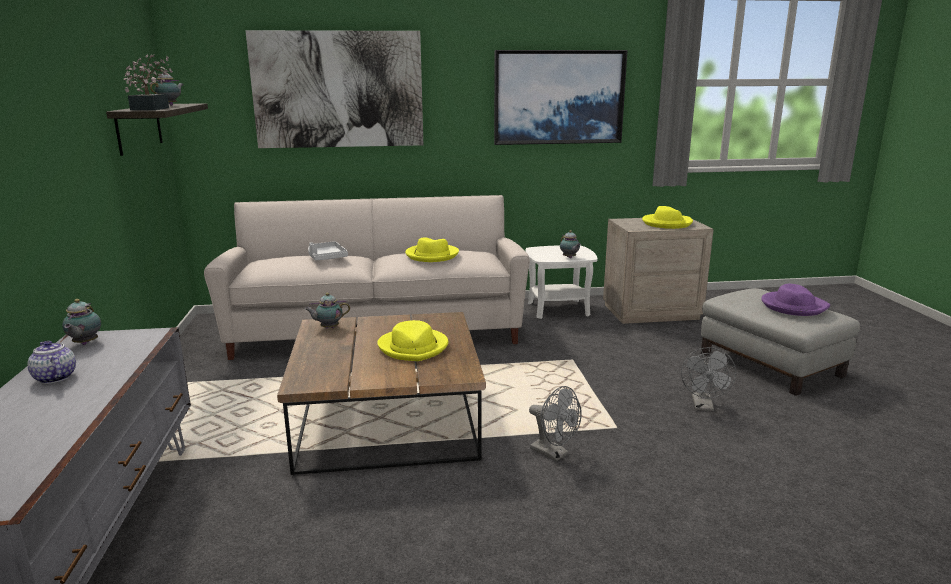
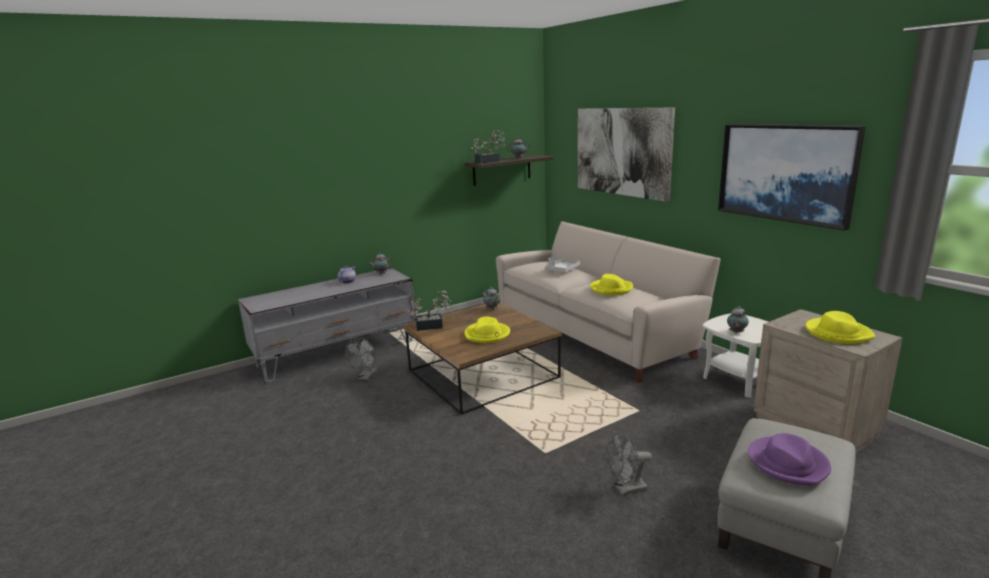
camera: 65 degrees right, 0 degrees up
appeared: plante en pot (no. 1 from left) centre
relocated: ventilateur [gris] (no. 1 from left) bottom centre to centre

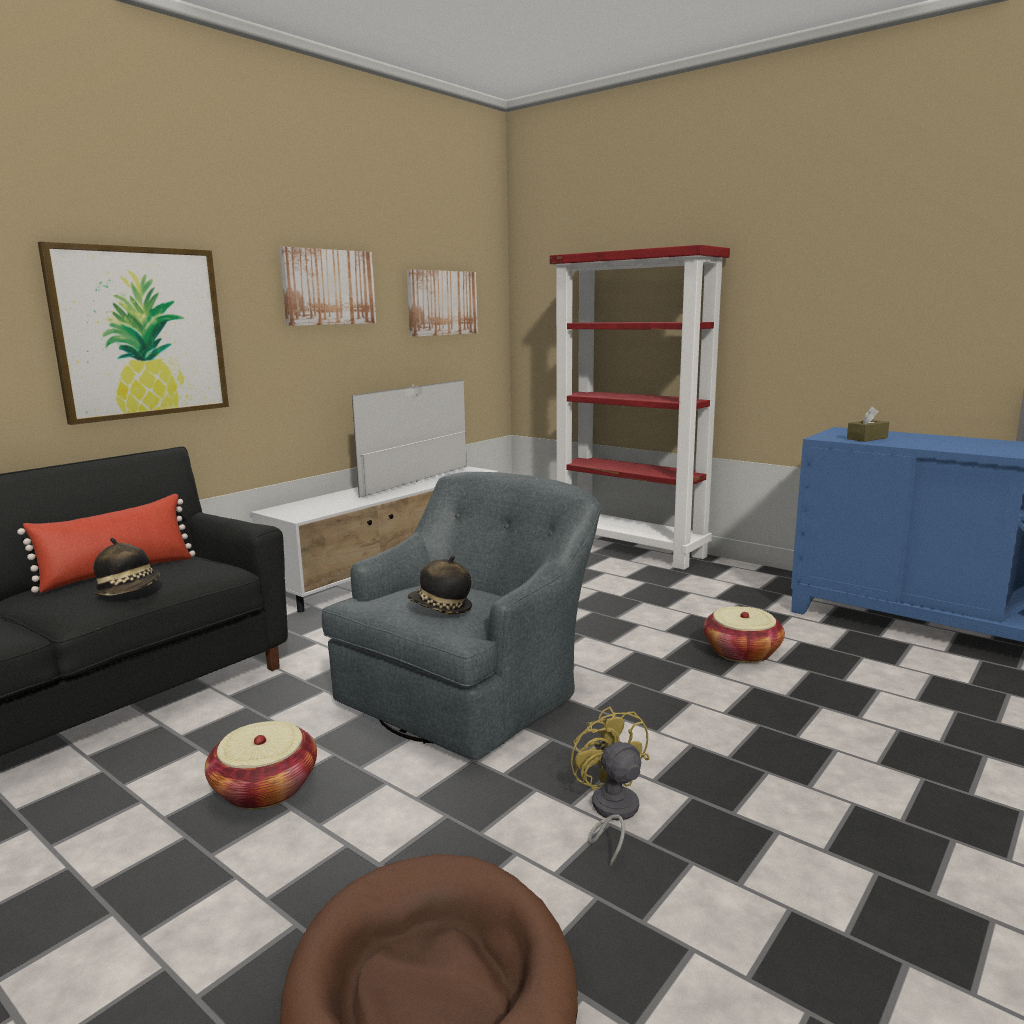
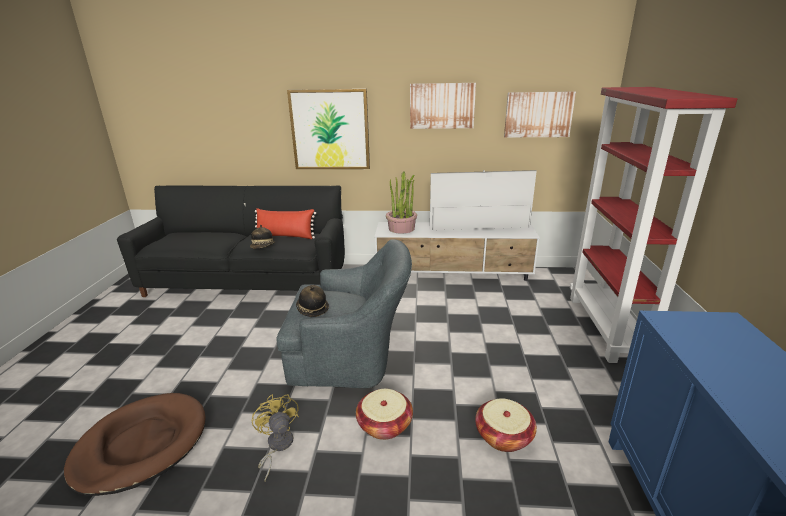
camera: 55 degrees right, 10 degrees up
missing: boîte à mouchoirs [marron] middle right
appeared: plante en pot centre
relocated: panier (no. 1 from left) bottom left to bottom centre
spun: ventilateur [jaune] bottom centre = bottom centre 60 degrees counterclockwise

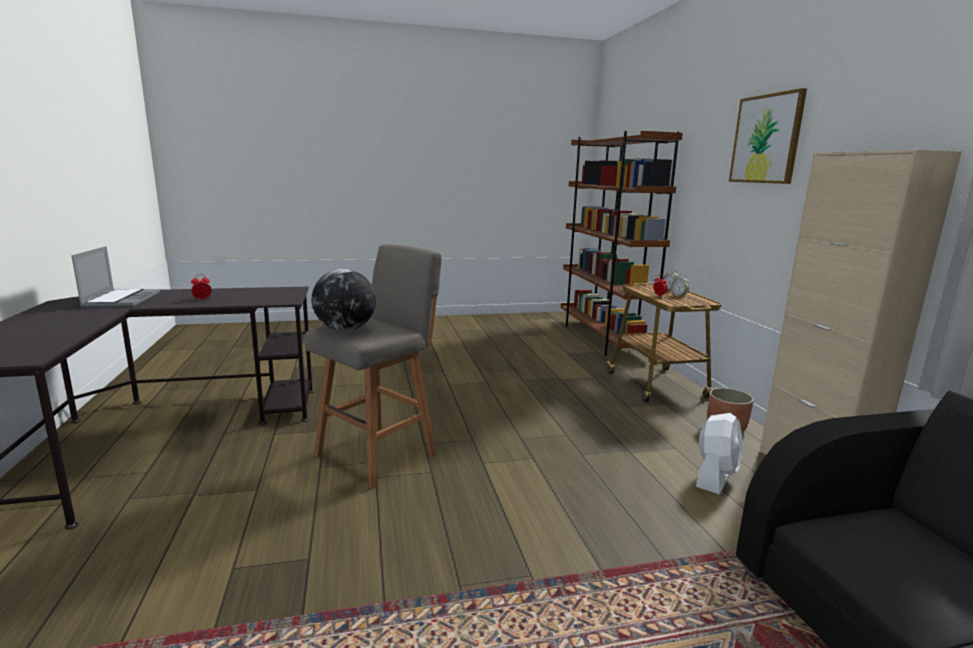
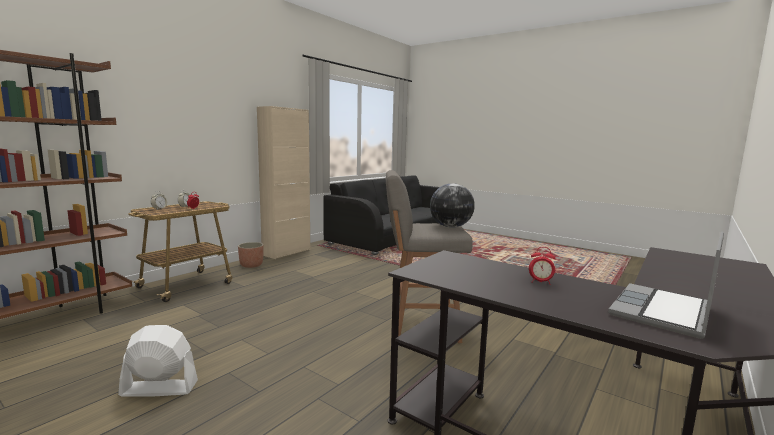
camera: 130 degrees left, 5 degrees down
missing: tableau top right
relocated: ventilateur [blanc] bottom right to bottom left

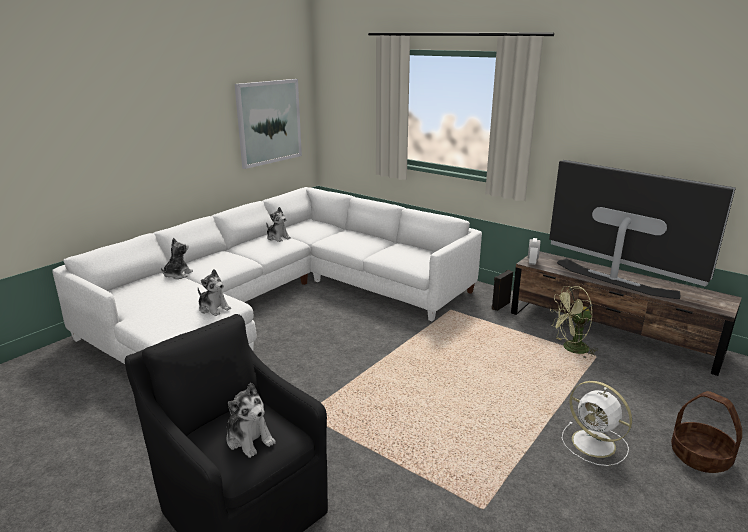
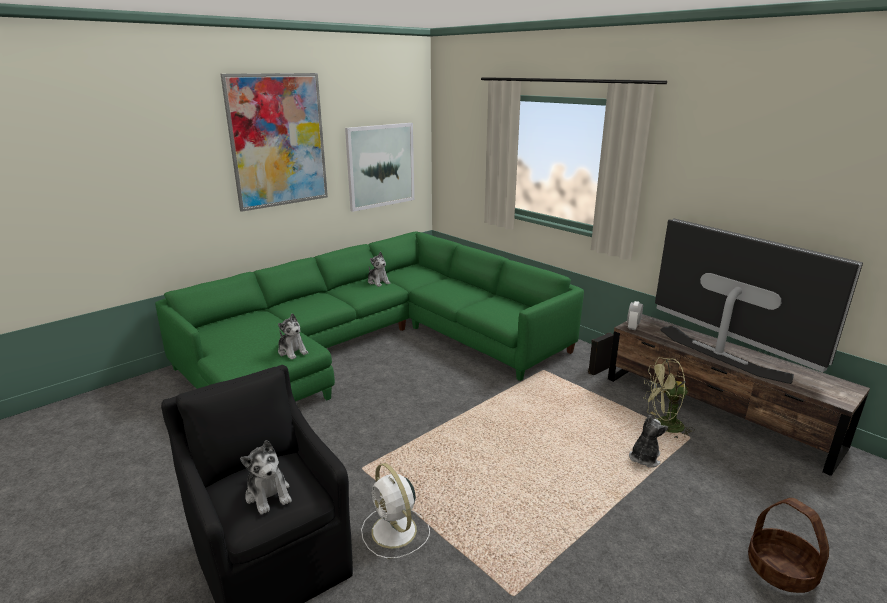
camera: 10 degrees right, 0 degrees up
appeared: tableau (no. 1 from left) top left
relocated: peluche (no. 1 from left in the first image) middle left to peluche (no. 4 from left) bottom right; ventilateur [blanc] bottom right to bottom centre
colour: canapé [blanc] centre to canapé [vert] centre

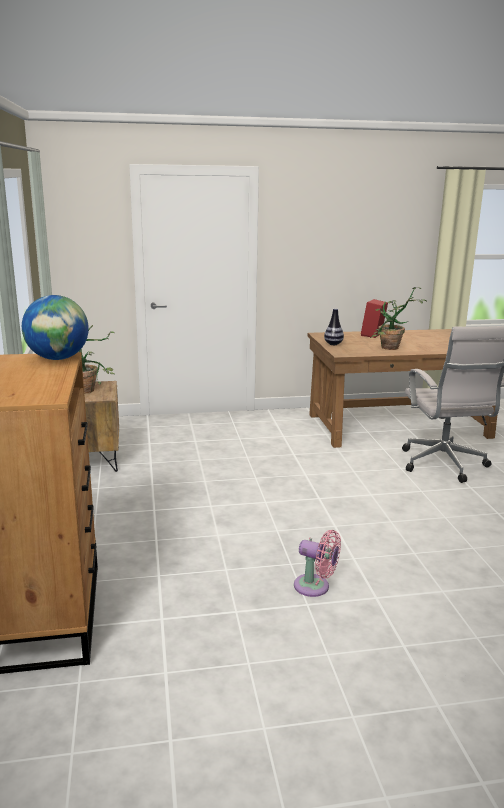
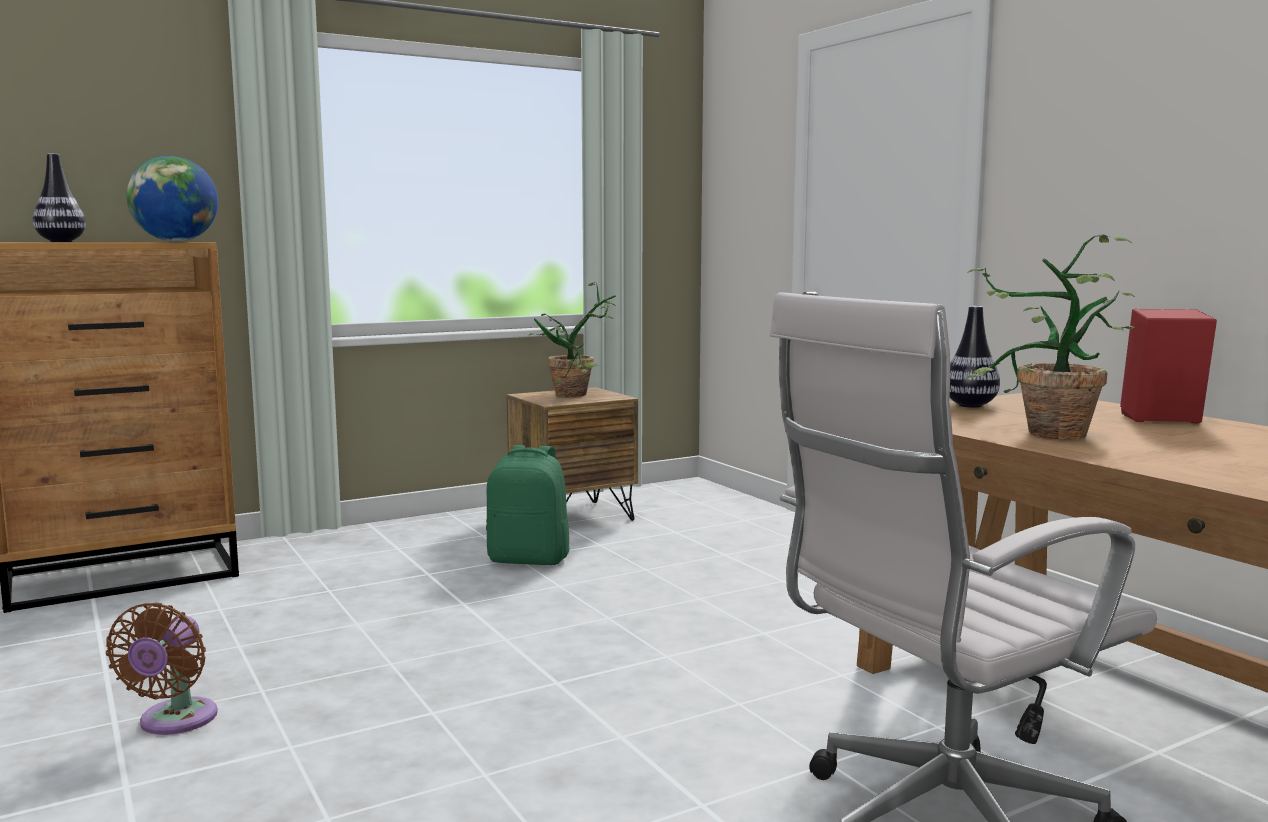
camera: 70 degrees right, 10 degrees down
appeared: vase (no. 1 from left) top left; sac à dos [vert] centre
colour: ventilateur [rose] bottom centre to ventilateur [marron] bottom left

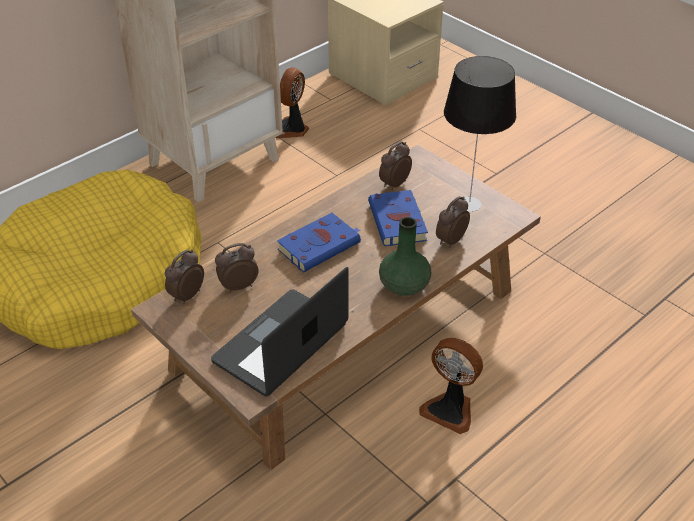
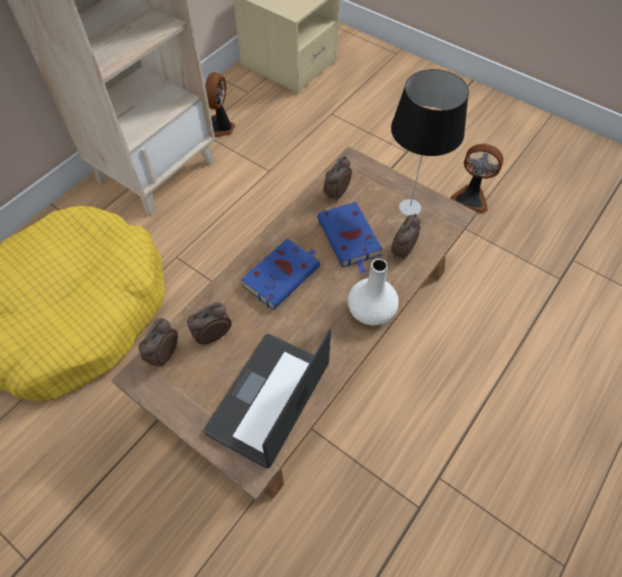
camera: 10 degrees left, 15 degrees up
relocated: ventilateur (no. 2 from left) bottom centre to top right
colour: vase [vert] centre to vase [blanc] centre

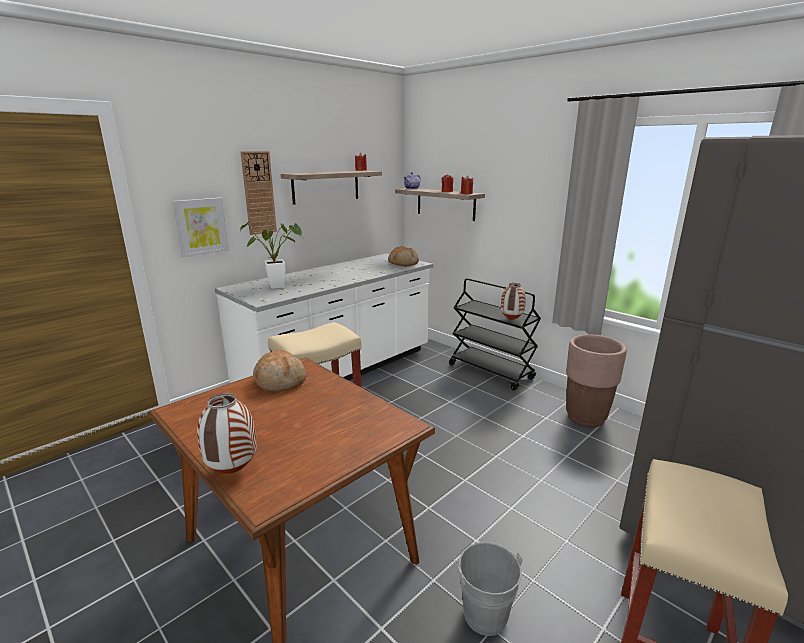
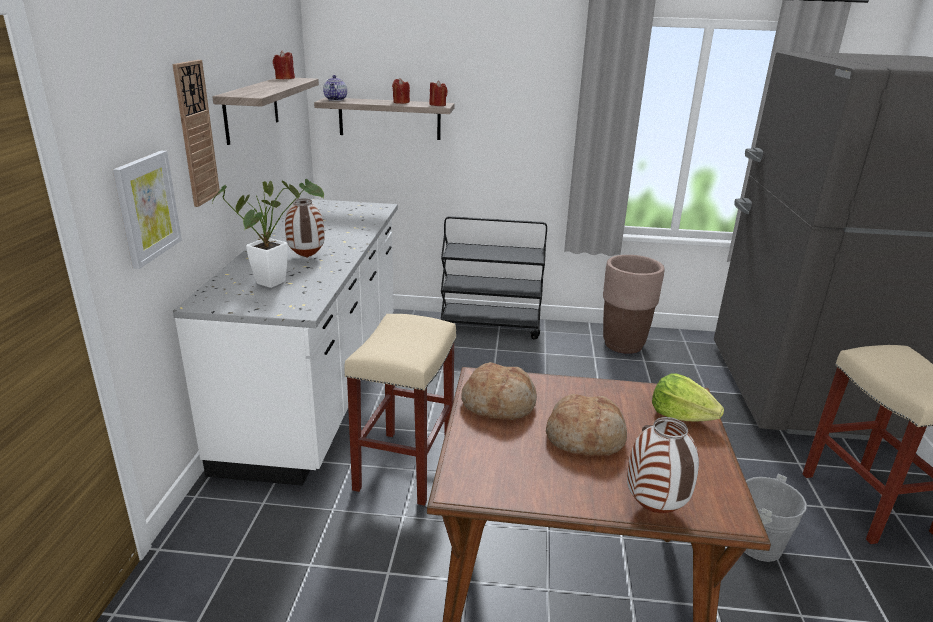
camera: 40 degrees left, 5 degrees up
appeared: laitue middle right
relocated: pain (no. 2 from left) centre to bottom centre; vase (no. 2 from left in the first image) centre to vase (no. 1 from left) middle left

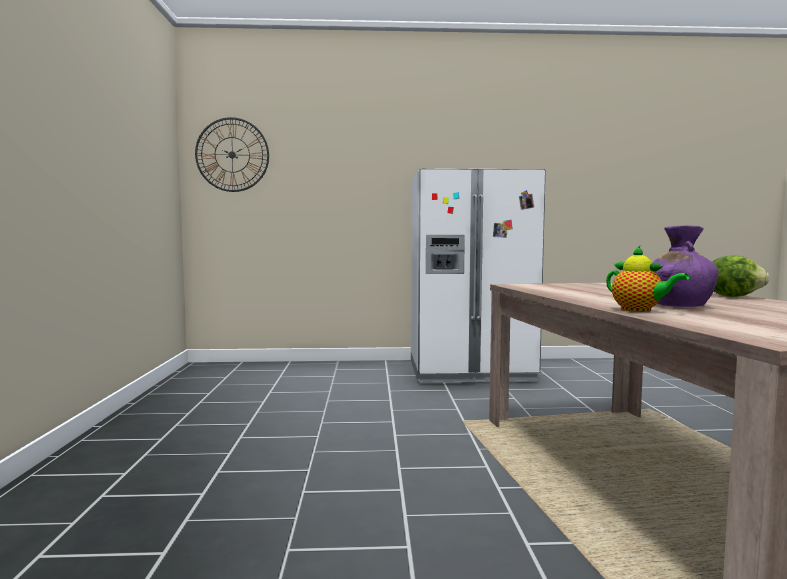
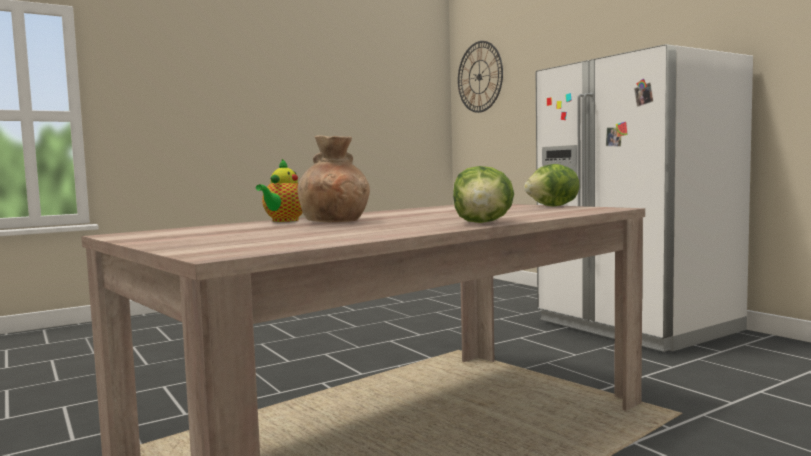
camera: 60 degrees right, 0 degrees up
appeared: laitue (no. 2 from left) middle right
colour: vase [violet] middle right to vase [marron] centre

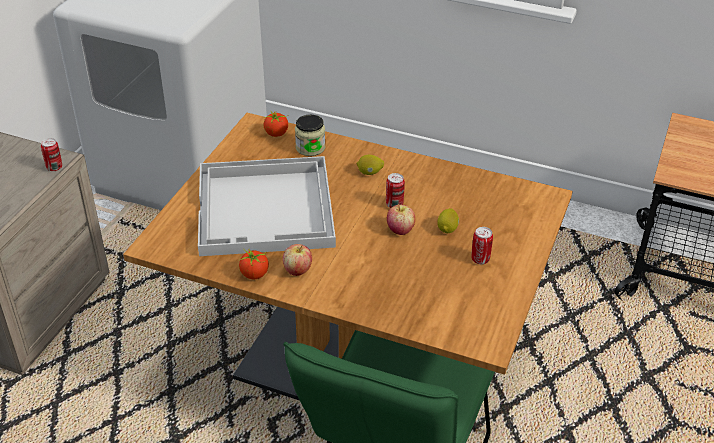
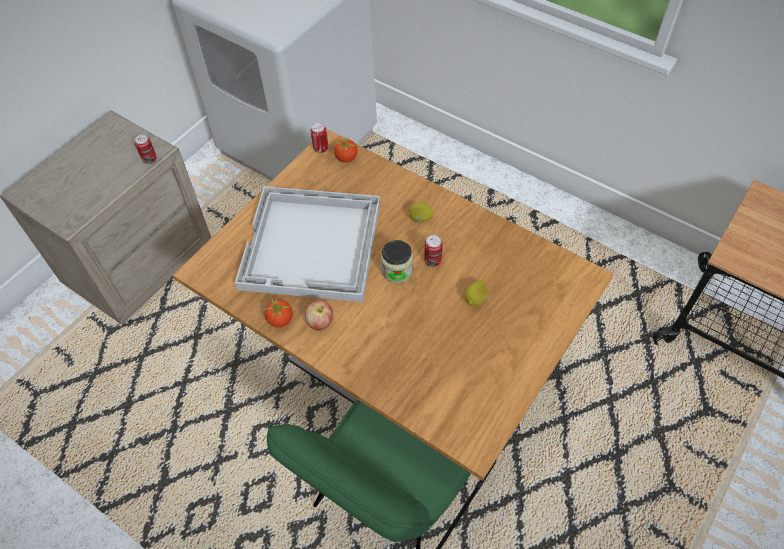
camera: 15 degrees right, 15 degrees up
missing: pomme (no. 2 from left) centre
relocated: bocal top centre to centre; boîte métallique (no. 3 from left in the first image) middle right to boîte métallique (no. 2 from left) top centre

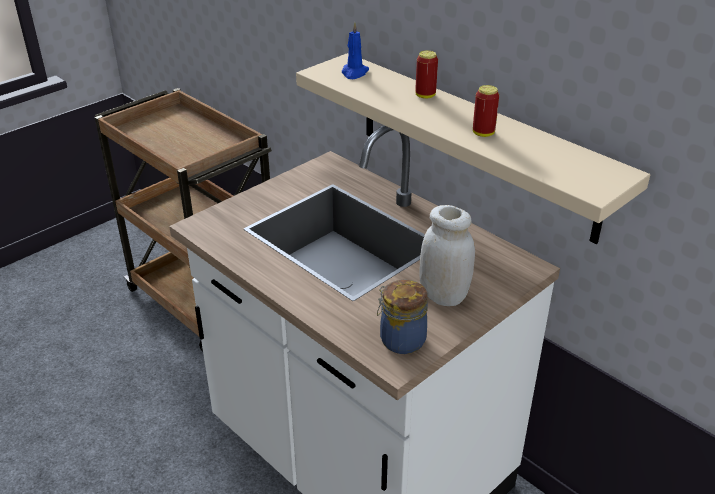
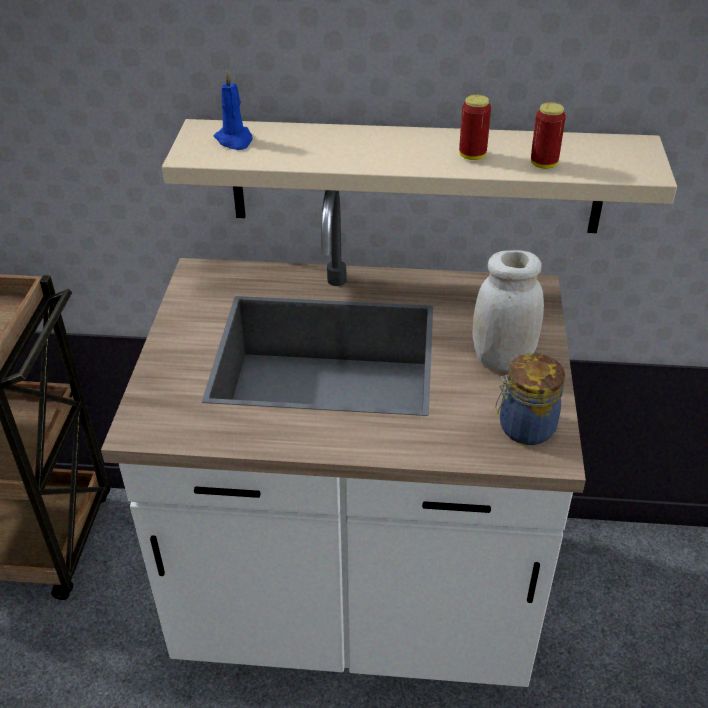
camera: 40 degrees left, 5 degrees up
relocated: boîte métallique (no. 1 from left in the first image) top centre to boîte métallique (no. 2 from left) top right

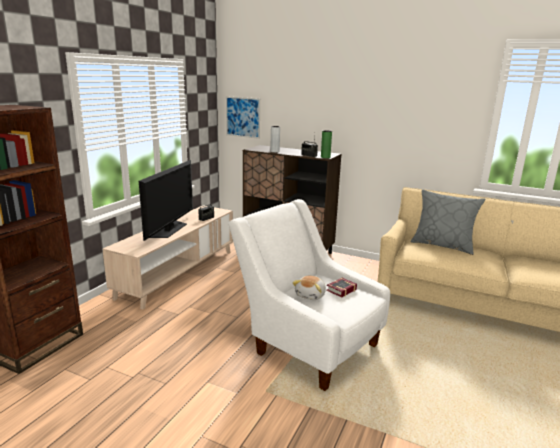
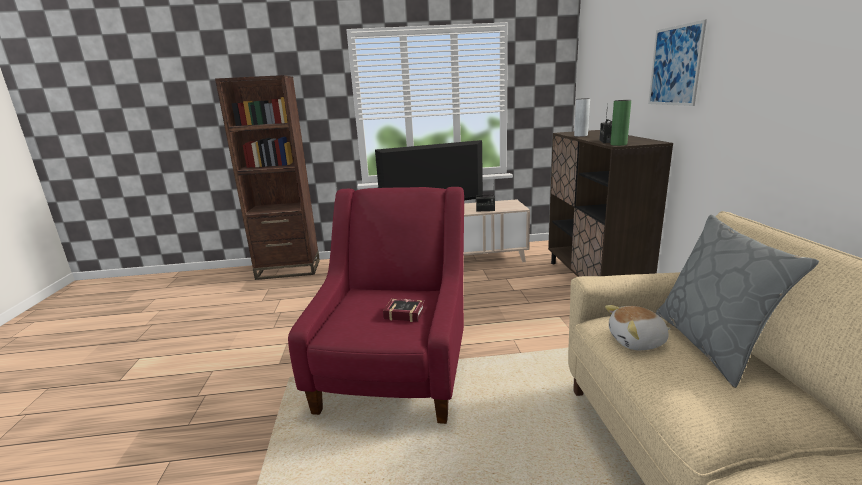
camera: 60 degrees right, 0 degrees up
relocated: tableau top centre to top right; peluche centre to bottom right
colour: fauteuil [blanc] centre to fauteuil [rouge] centre

